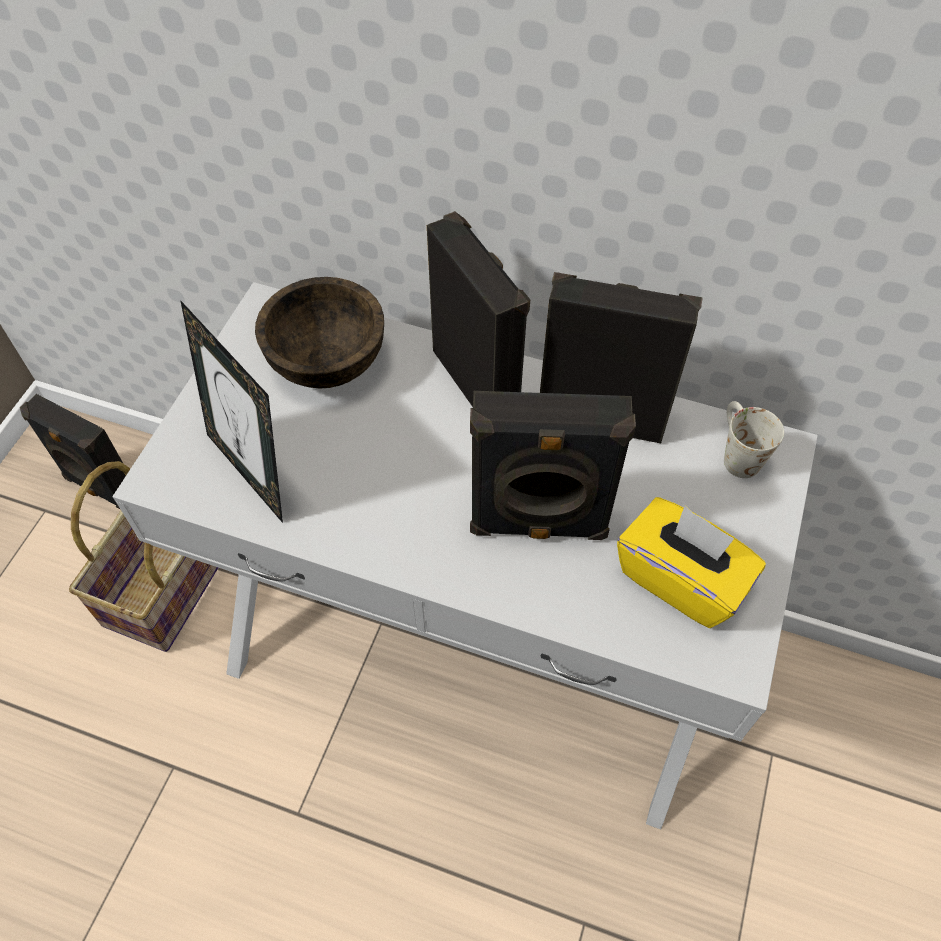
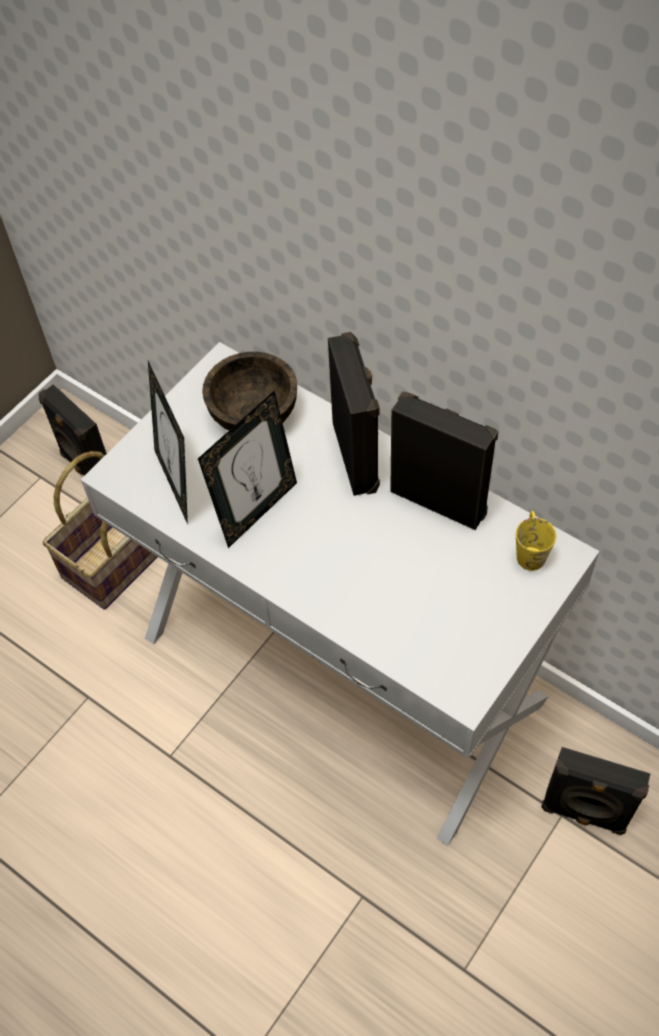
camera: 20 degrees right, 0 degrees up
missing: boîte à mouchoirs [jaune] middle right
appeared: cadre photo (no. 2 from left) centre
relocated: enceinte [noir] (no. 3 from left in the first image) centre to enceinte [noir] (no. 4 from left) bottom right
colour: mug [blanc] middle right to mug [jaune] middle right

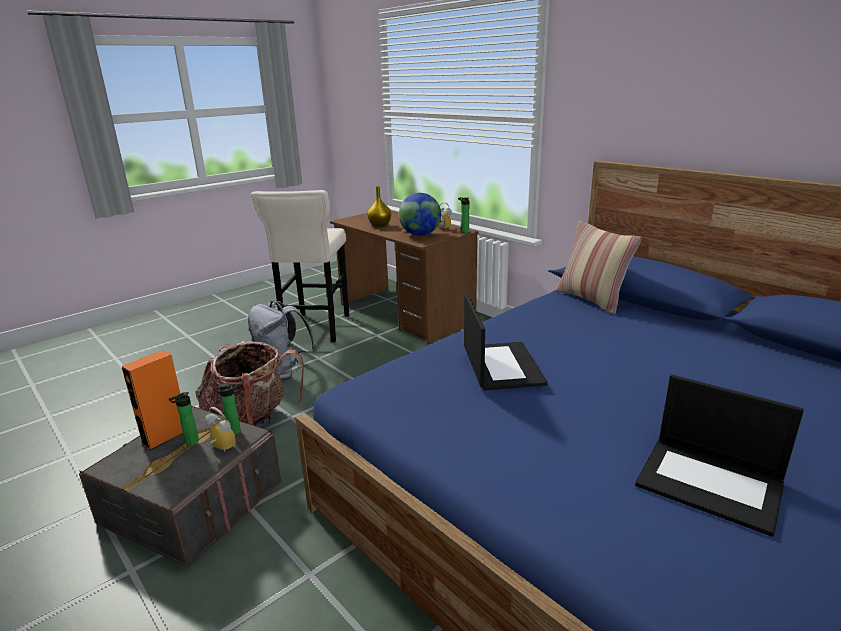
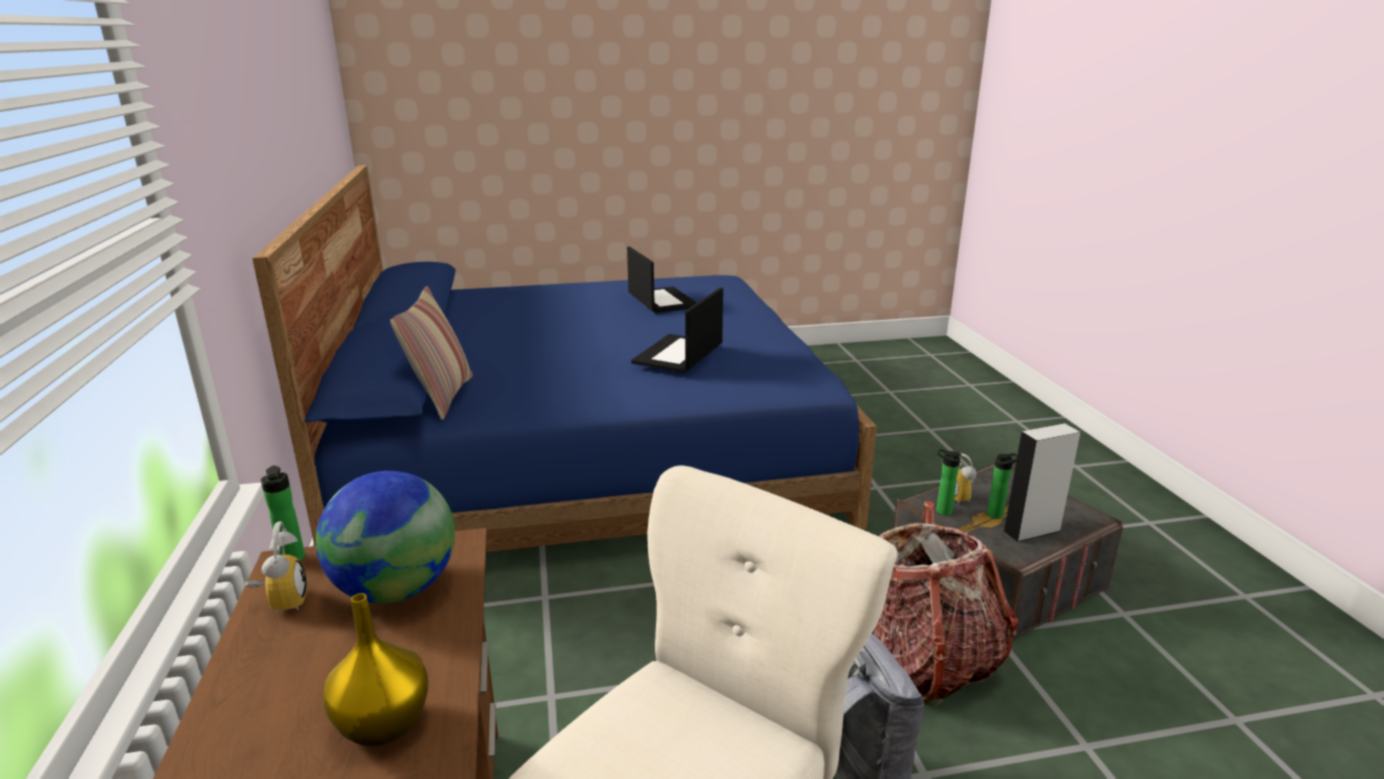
camera: 150 degrees left, 0 degrees up
colour: enceinte [orange] middle left to enceinte [gris] middle right

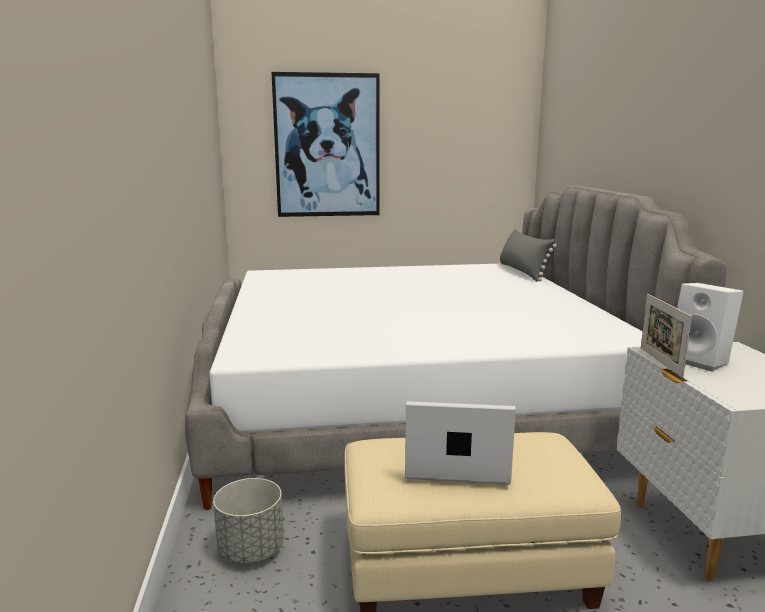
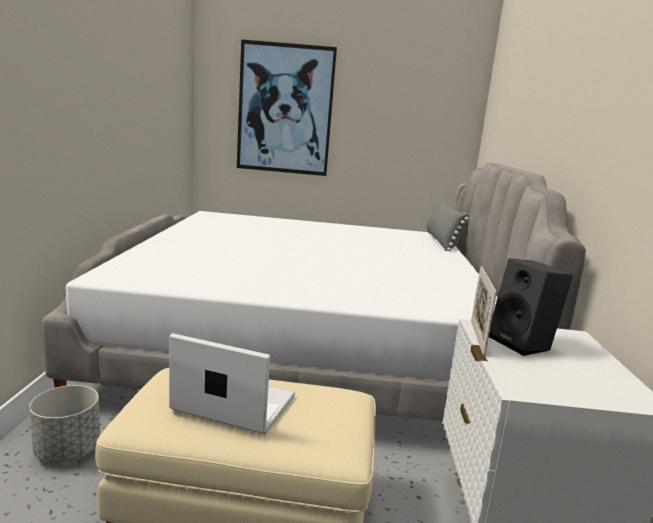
camera: 10 degrees right, 0 degrees up
colour: enceinte [blanc] middle right to enceinte [noir] middle right

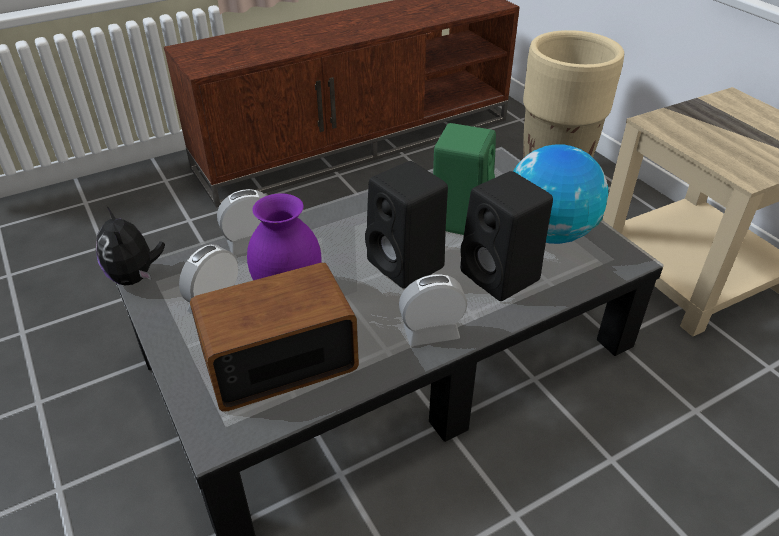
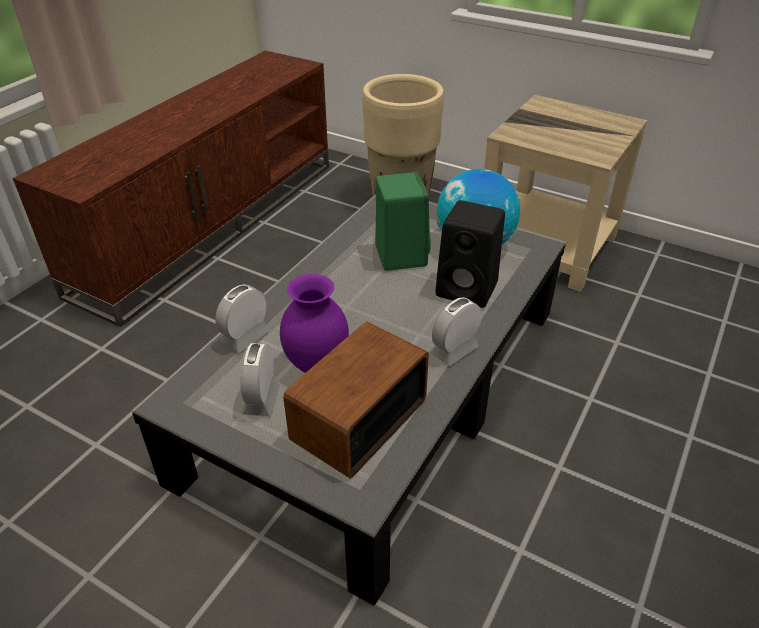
camera: 30 degrees left, 0 degrees up
missing: peluche middle left; enceinte [noir] (no. 1 from left) centre

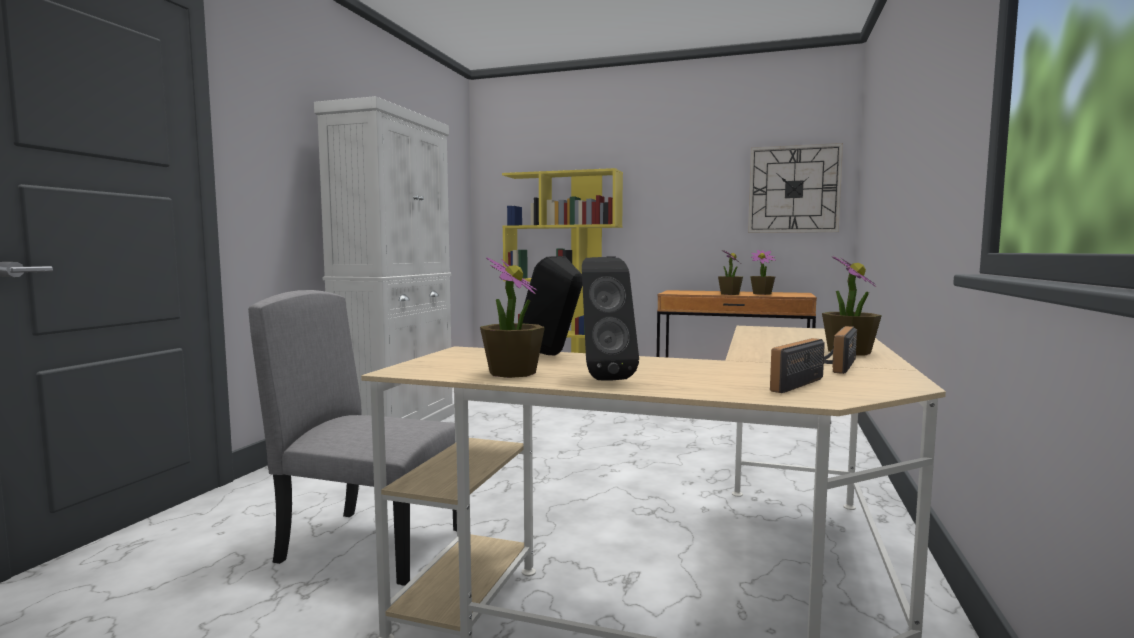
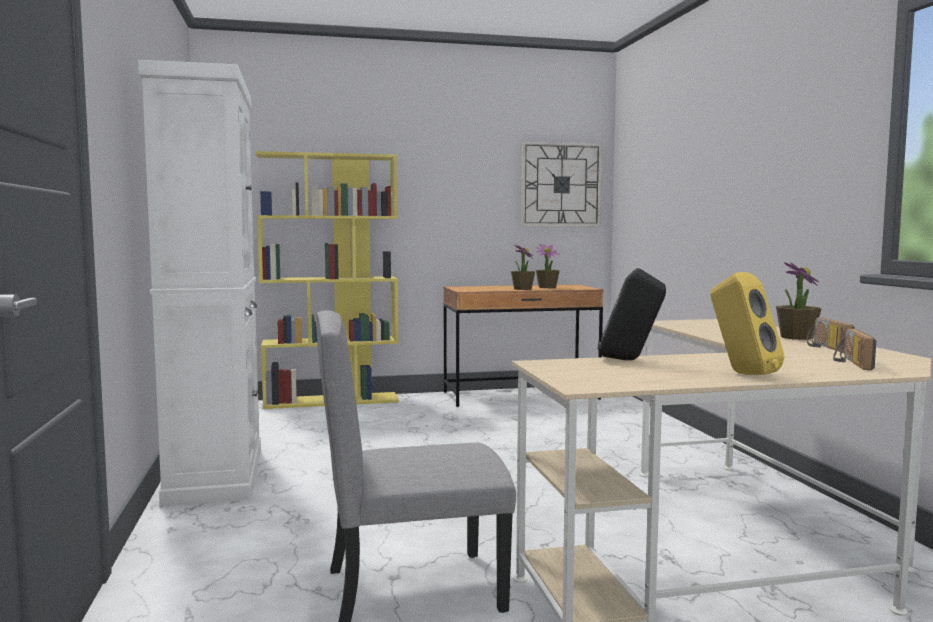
camera: 30 degrees left, 0 degrees up
missing: plante en pot (no. 1 from left) centre
colour: enceinte [noir] (no. 2 from left) centre to enceinte [jaune] middle right

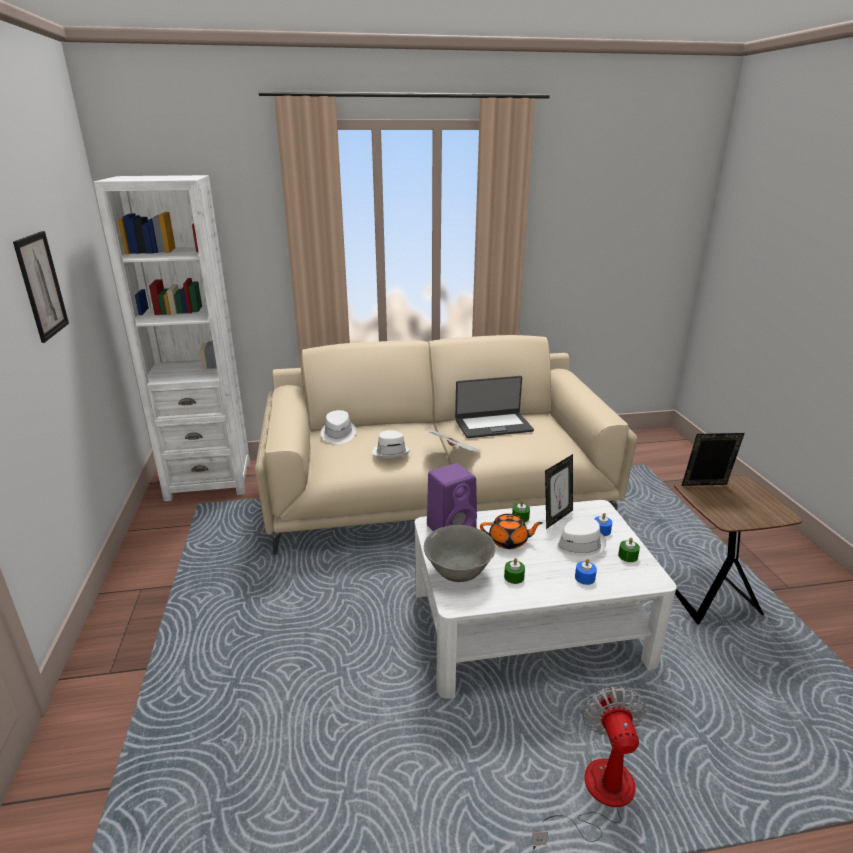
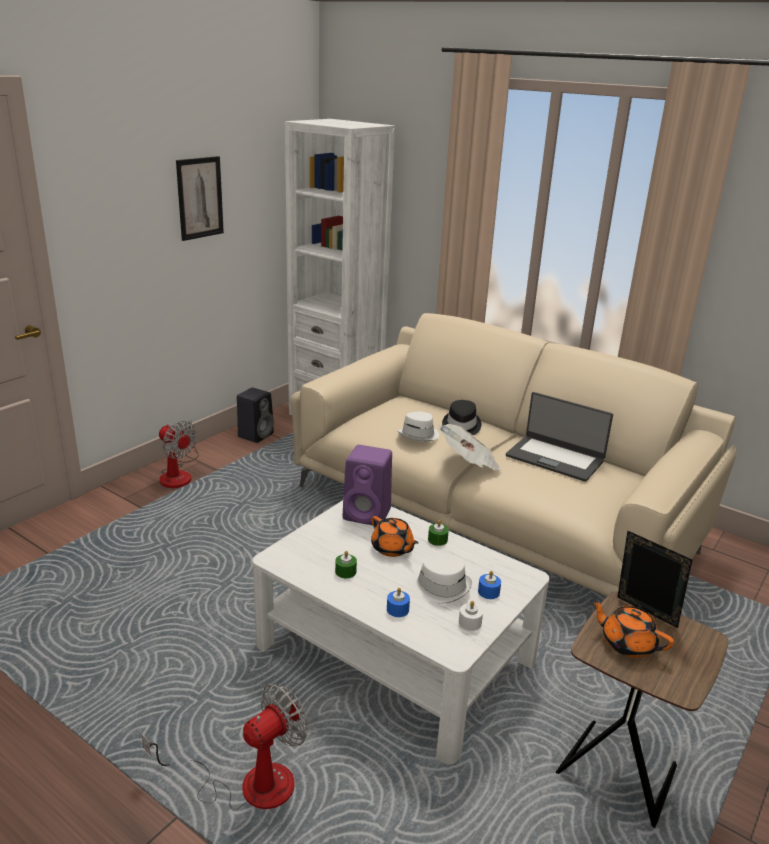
camera: 45 degrees right, 0 degrees up
missing: chapeau [blanc] (no. 1 from left) centre; bol [gris] centre; cadre photo (no. 1 from left) centre
appeared: ventilateur (no. 1 from left) middle left; enceinte [noir] middle left; chapeau [noir] centre; théière [orange] (no. 2 from left) bottom right
colour: bougie [vert] (no. 3 from left) middle right to bougie [blanc] bottom centre

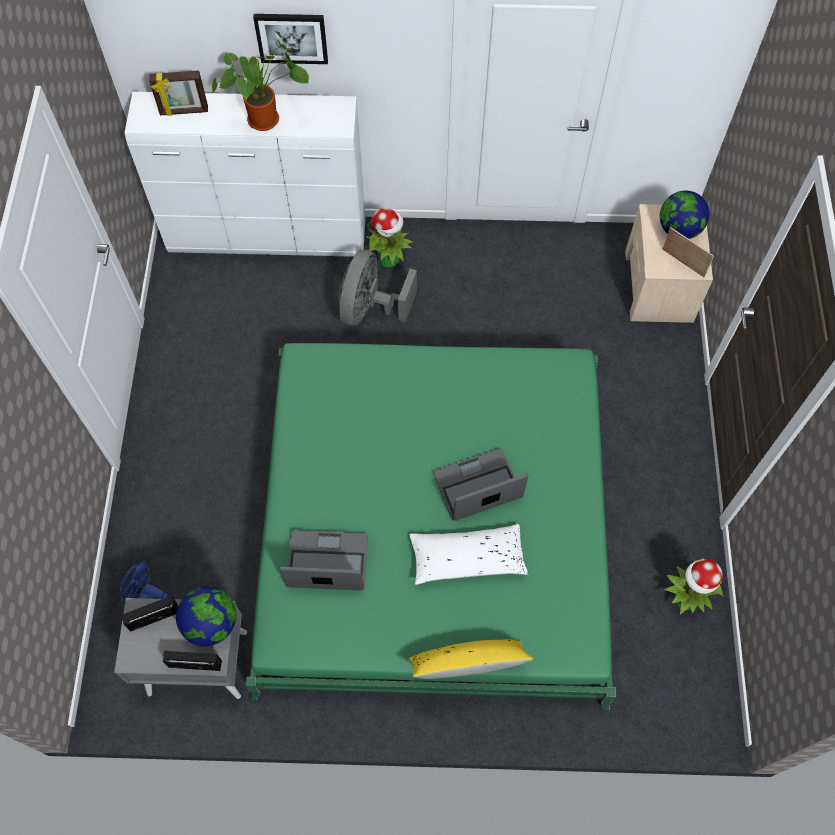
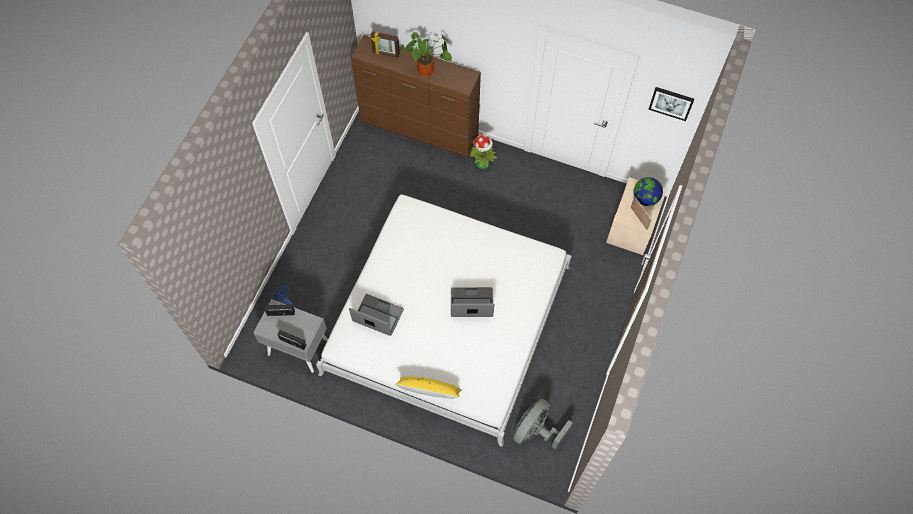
camera: 20 degrees right, 0 degrees up
missing: globe (no. 1 from left) bottom left; coussin [blanc] centre; plante en pot (no. 3 from left) bottom right
relocated: tableau top centre to top right; ventilateur [gris] centre to bottom centre
colour: commode [blanc] top left to commode [marron] top centre; lit [vert] centre to lit [blanc] centre

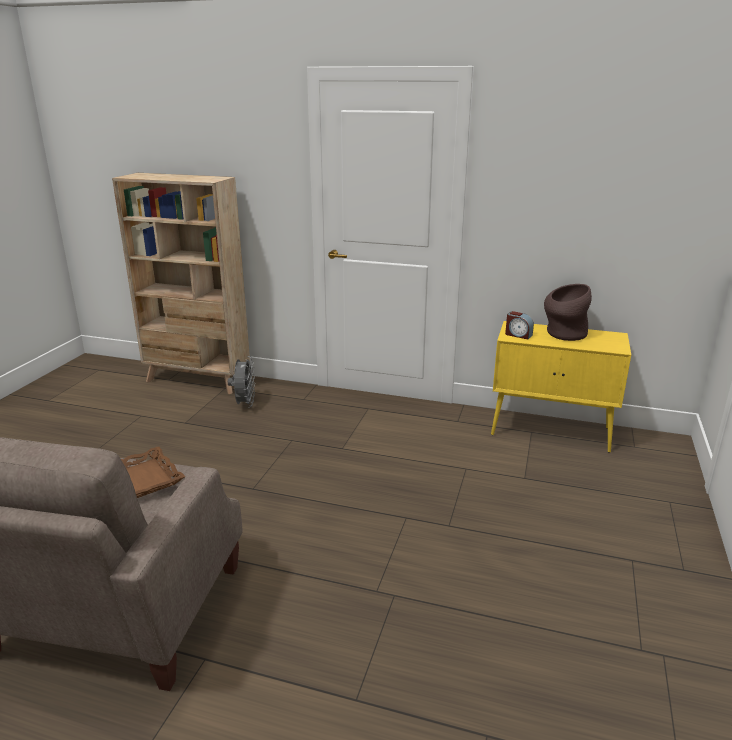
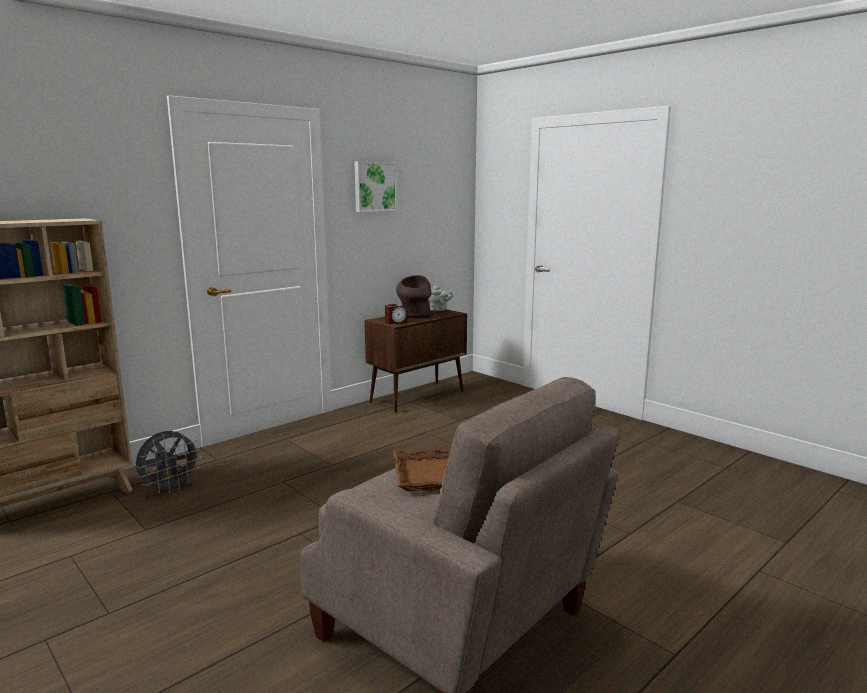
camera: 60 degrees left, 10 degrees down
appeared: tableau top centre; théière [gris] centre
colour: meuble de rangement [jaune] middle right to meuble de rangement [marron] centre
spun: ventilateur [gris] middle left = middle left 105 degrees clockwise

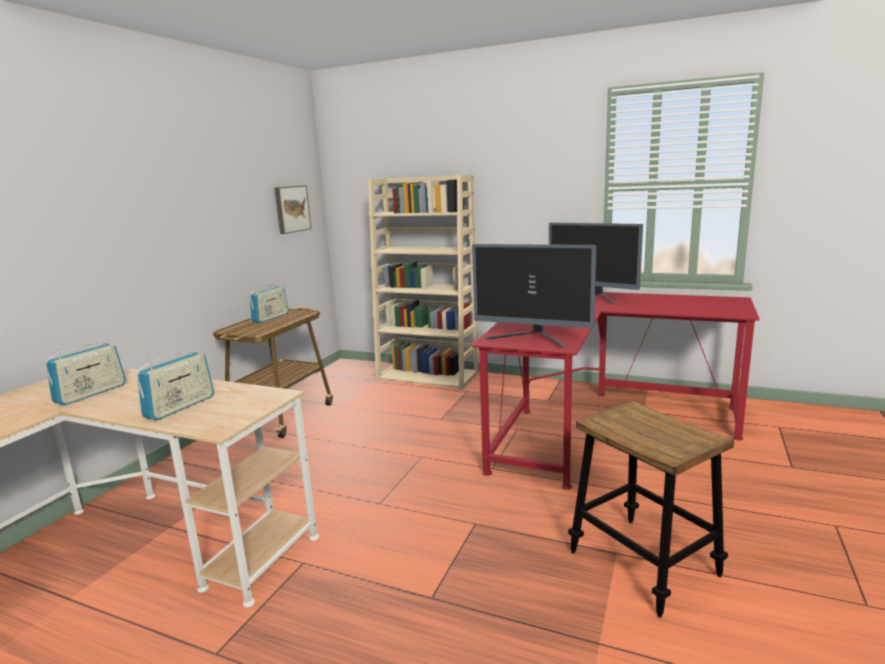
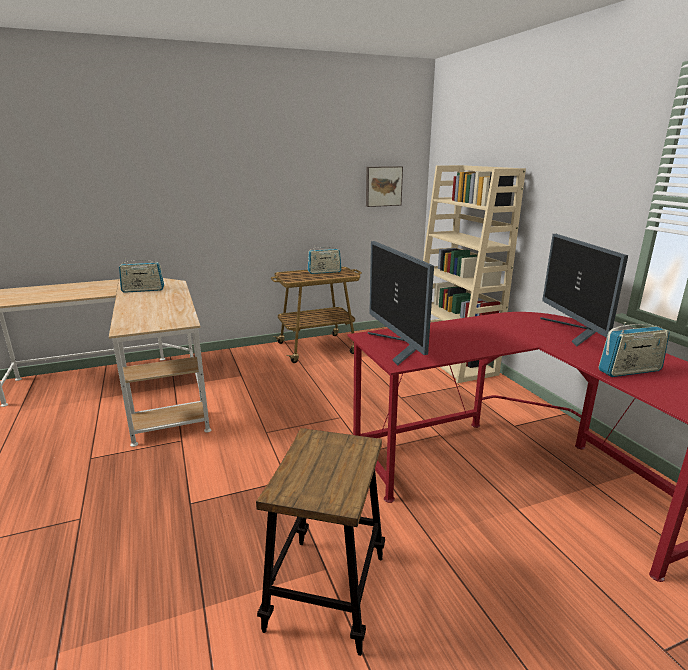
camera: 45 degrees right, 5 degrees up
relocated: radio (no. 2 from left in the first image) middle left to radio (no. 3 from left) middle right

